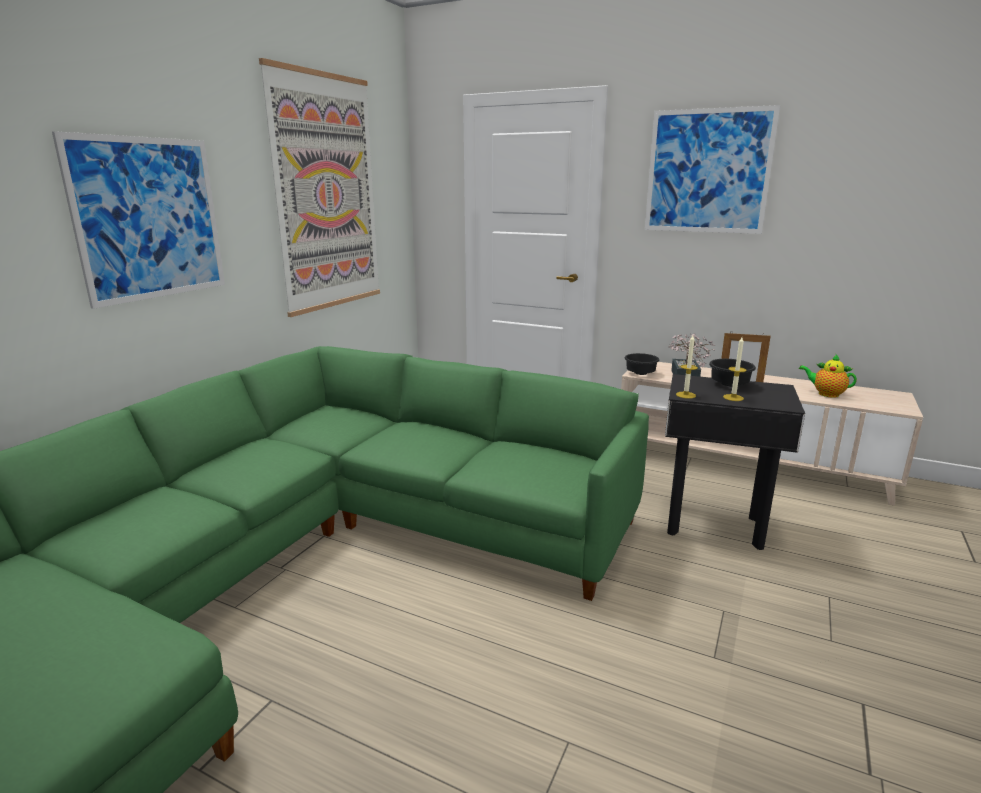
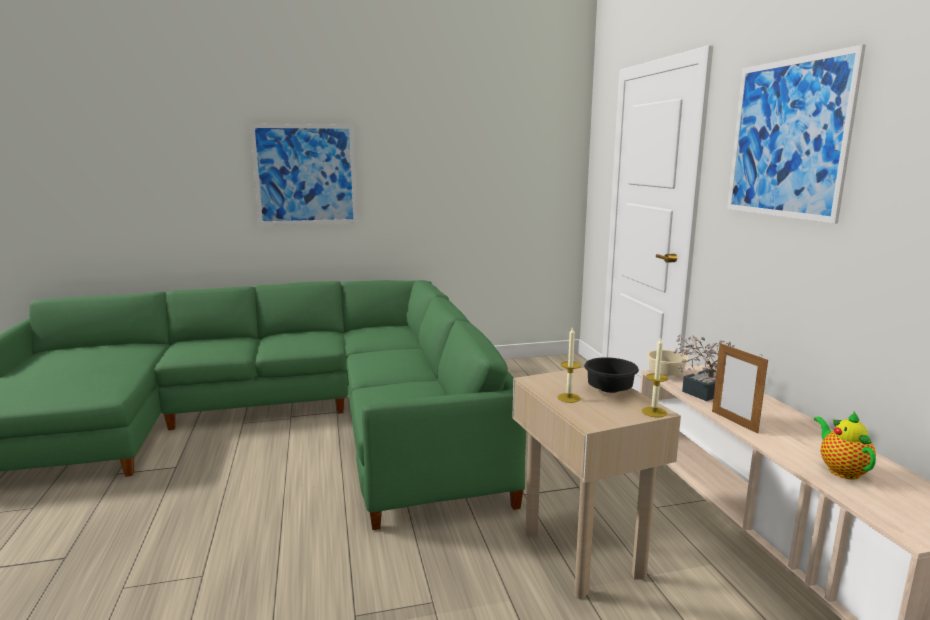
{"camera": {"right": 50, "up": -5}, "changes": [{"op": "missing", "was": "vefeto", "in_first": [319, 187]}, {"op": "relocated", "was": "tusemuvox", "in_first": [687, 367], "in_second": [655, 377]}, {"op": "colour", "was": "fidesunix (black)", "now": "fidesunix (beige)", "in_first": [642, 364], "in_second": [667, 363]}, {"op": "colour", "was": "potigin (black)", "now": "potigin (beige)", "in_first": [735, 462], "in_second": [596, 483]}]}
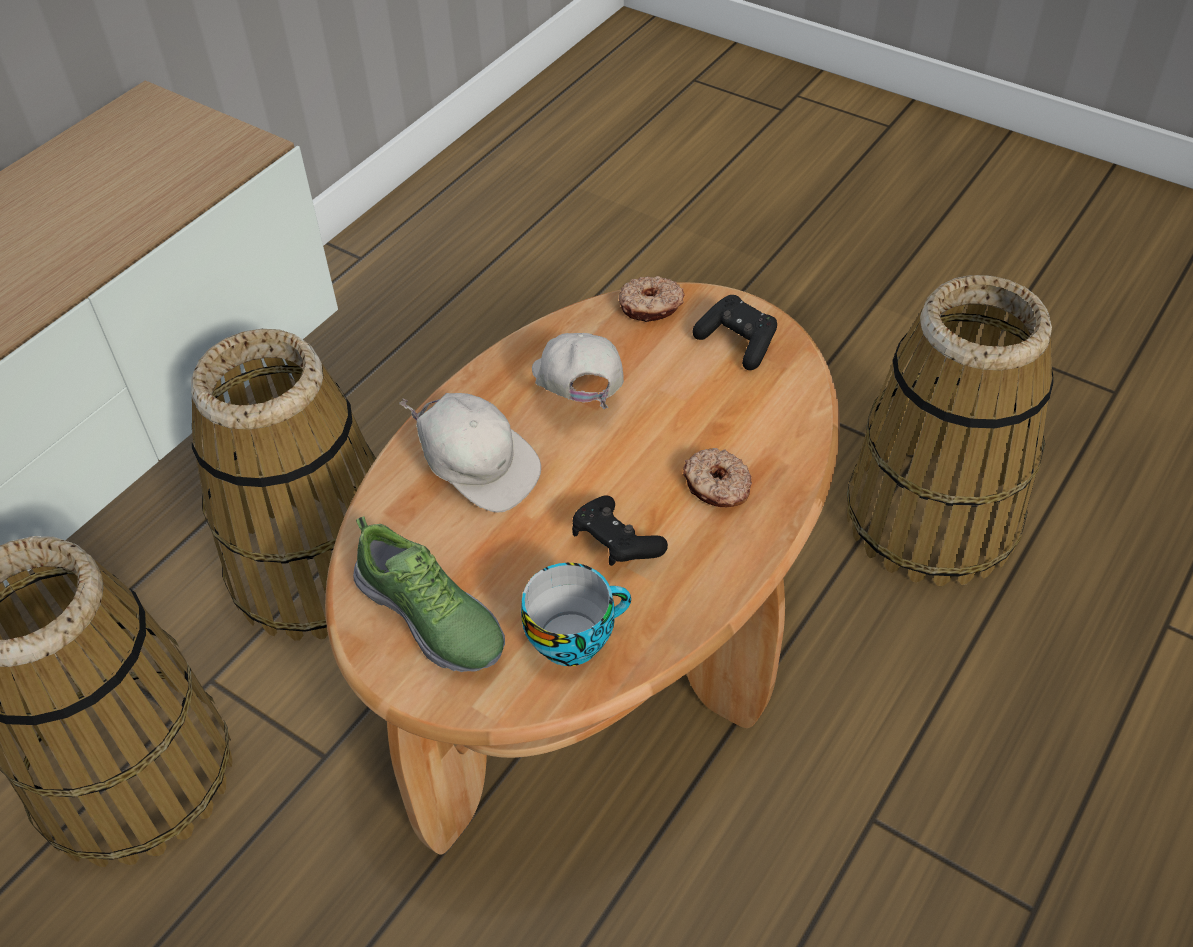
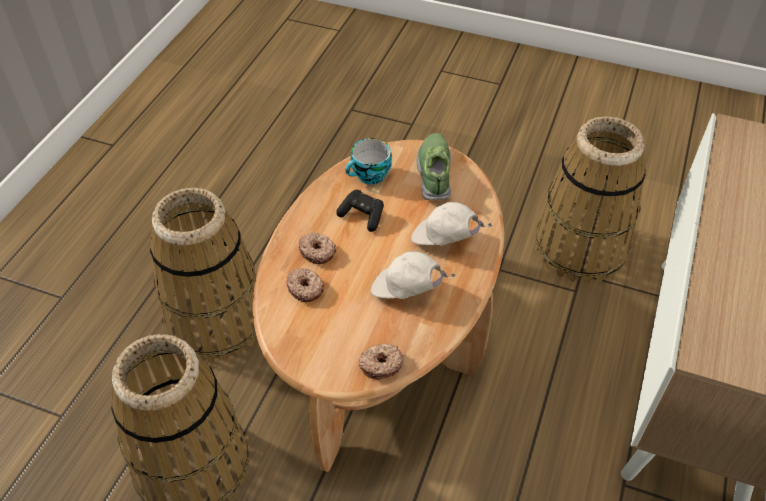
{"camera": {"right": 165, "up": 0}, "changes": [{"op": "missing", "was": "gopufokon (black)", "in_first": [734, 332]}, {"op": "appeared", "now": "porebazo", "in_second": [305, 285]}, {"op": "relocated", "was": "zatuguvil", "in_first": [283, 485], "in_second": [203, 275]}, {"op": "spun", "was": "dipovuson", "in_first": [429, 594], "in_second": [433, 166], "clockwise": 60}, {"op": "spun", "was": "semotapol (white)", "in_first": [578, 371], "in_second": [413, 275], "clockwise": 135}]}
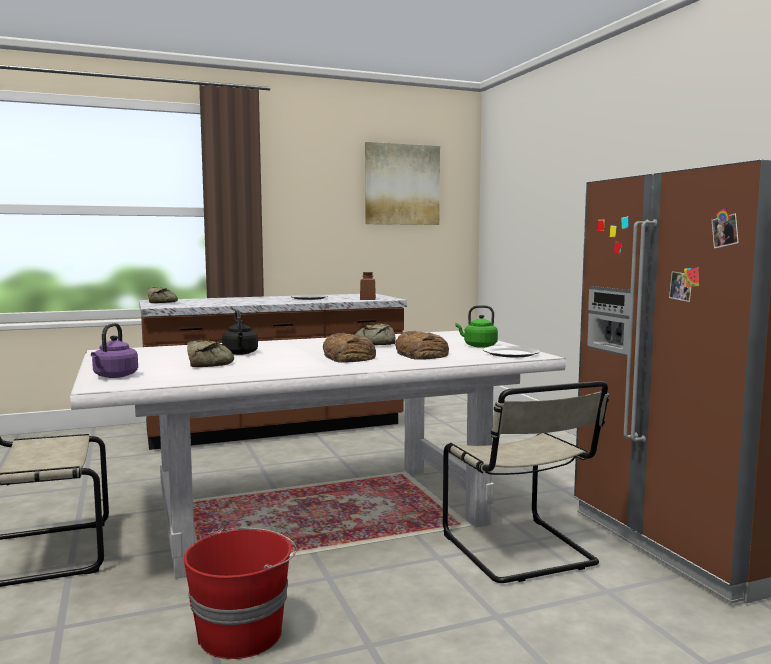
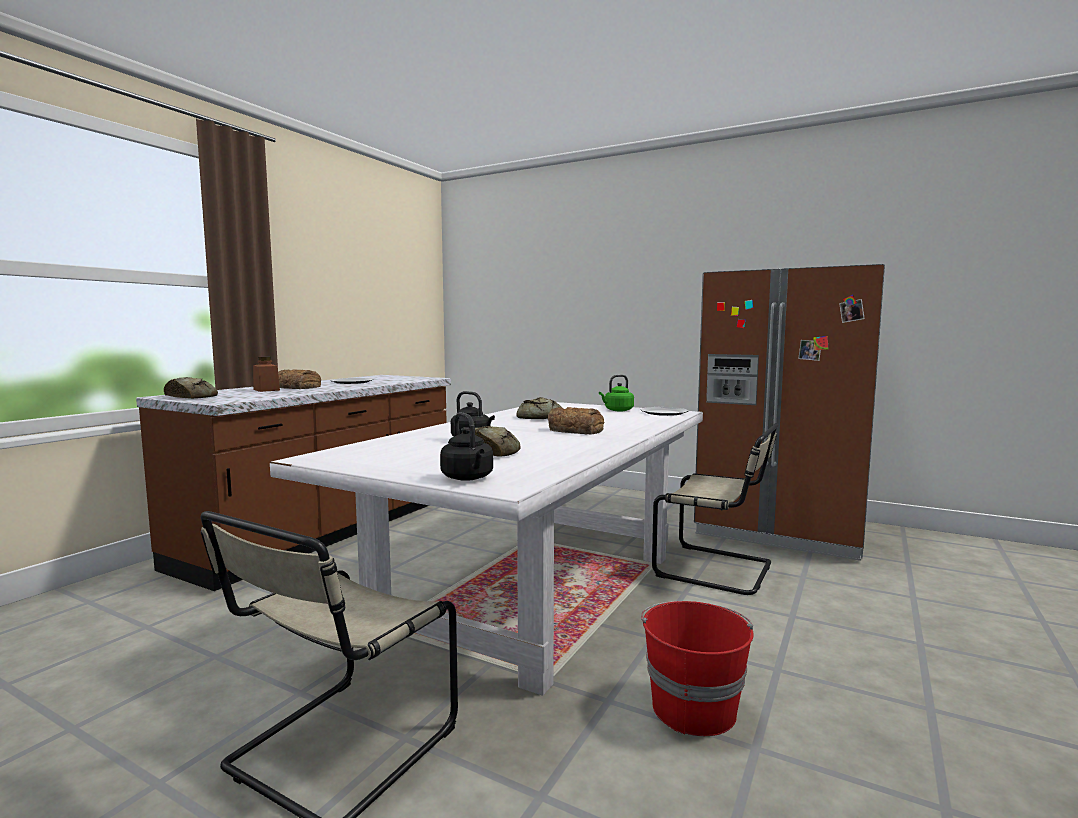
{"camera": {"right": -40, "up": 0}, "changes": [{"op": "missing", "was": "vefeto", "in_first": [402, 183]}, {"op": "relocated", "was": "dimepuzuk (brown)", "in_first": [368, 286], "in_second": [266, 374]}, {"op": "relocated", "was": "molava", "in_first": [422, 345], "in_second": [299, 379]}, {"op": "colour", "was": "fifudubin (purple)", "now": "fifudubin (black)", "in_first": [114, 350], "in_second": [466, 446]}]}
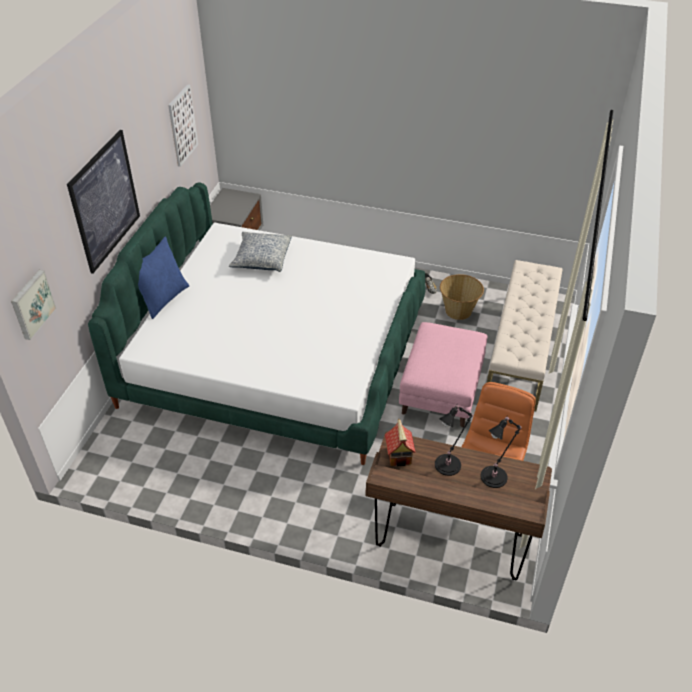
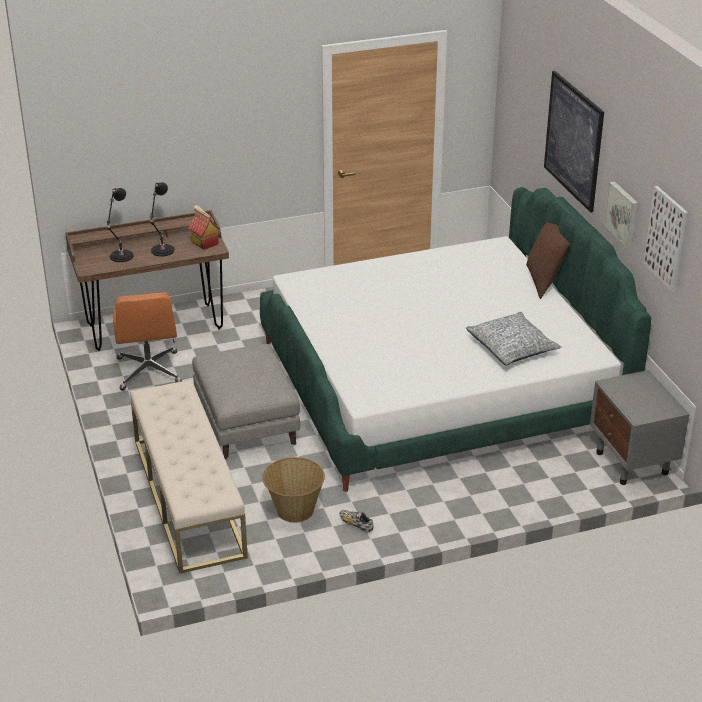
{"camera": {"right": 145, "up": -10}, "changes": [{"op": "relocated", "was": "vefeto", "in_first": [34, 305], "in_second": [621, 214]}, {"op": "colour", "was": "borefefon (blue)", "now": "borefefon (brown)", "in_first": [163, 278], "in_second": [548, 260]}, {"op": "colour", "was": "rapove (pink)", "now": "rapove (grey)", "in_first": [443, 374], "in_second": [246, 401]}]}
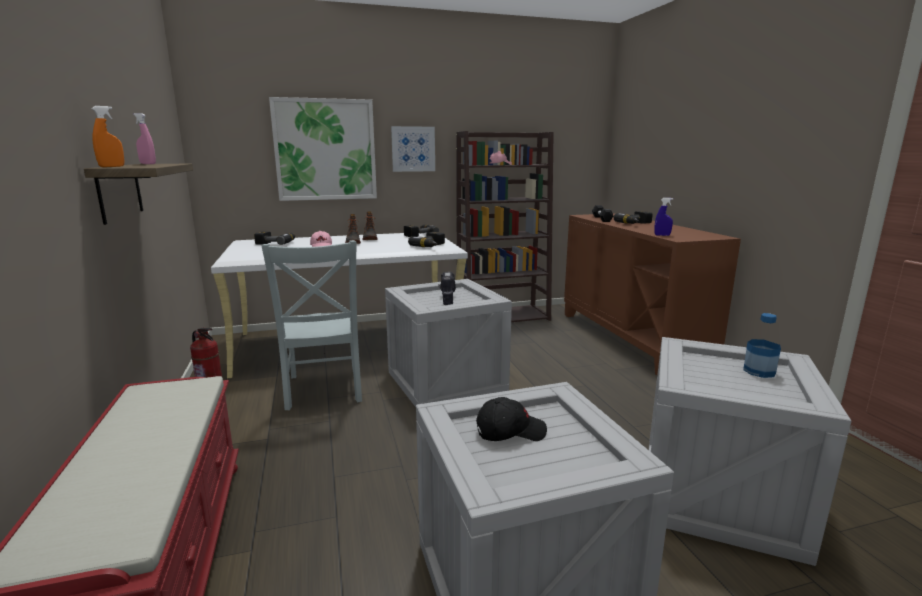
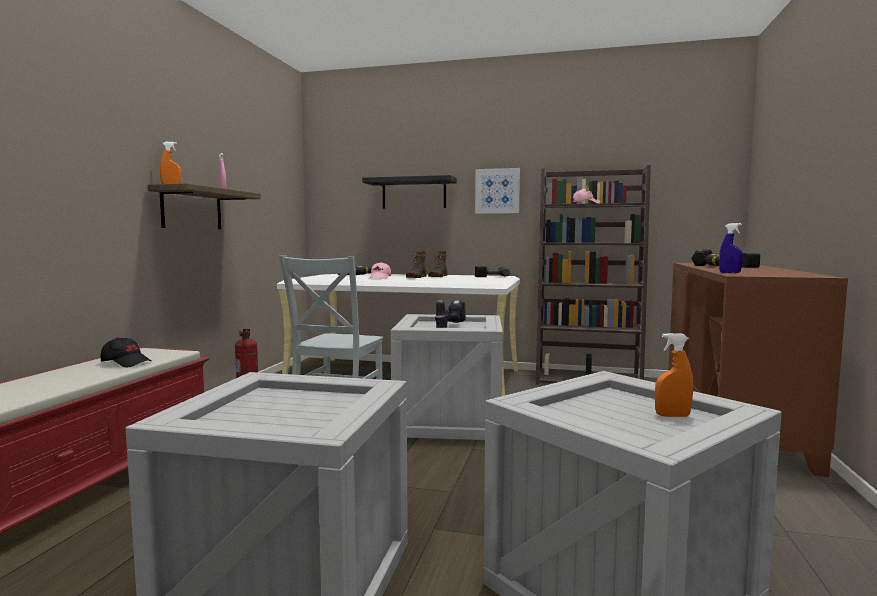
{"camera": {"right": 30, "up": -10}, "changes": [{"op": "missing", "was": "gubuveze", "in_first": [426, 239]}, {"op": "relocated", "was": "semotapol (black)", "in_first": [511, 419], "in_second": [126, 352]}, {"op": "exchanged", "was": "vefeto", "now": "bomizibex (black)", "in_first": [323, 149], "in_second": [409, 192]}, {"op": "exchanged", "was": "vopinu", "now": "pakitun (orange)", "in_first": [762, 345], "in_second": [674, 375]}]}
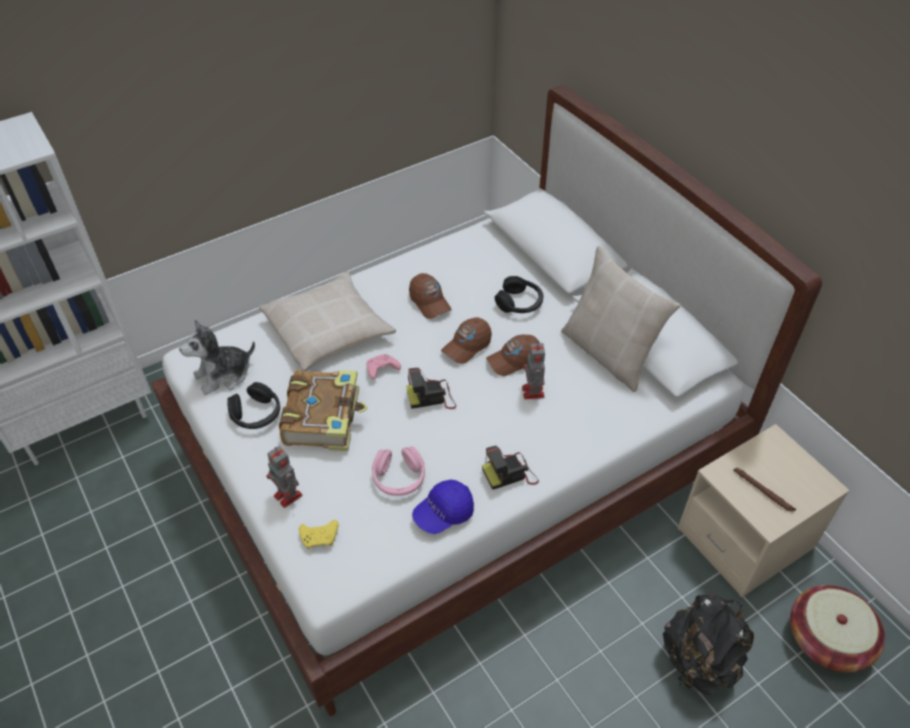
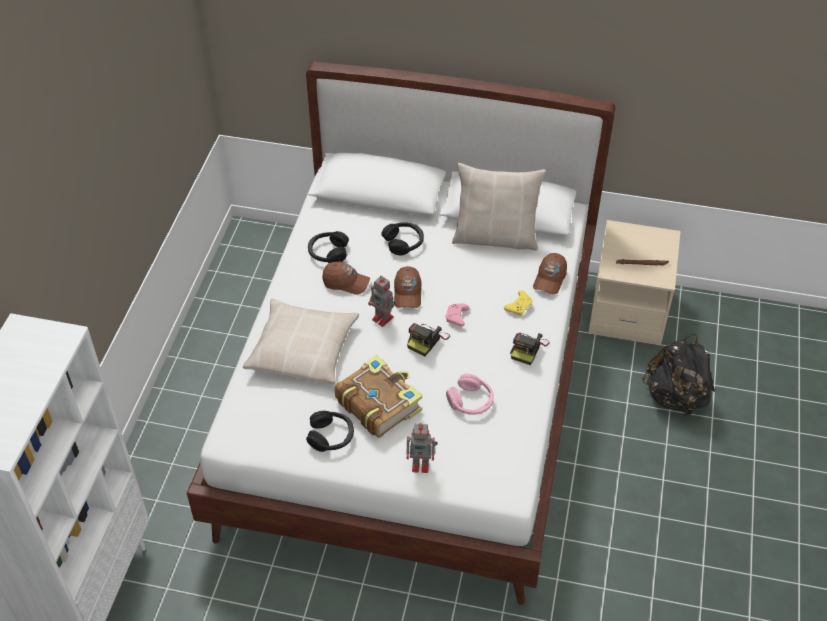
{"camera": {"right": -45, "up": 0}, "changes": [{"op": "missing", "was": "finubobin", "in_first": [217, 357]}, {"op": "missing", "was": "semotapol (blue)", "in_first": [443, 507]}, {"op": "missing", "was": "zatuguvil", "in_first": [837, 628]}, {"op": "appeared", "now": "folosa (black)", "in_second": [328, 247]}, {"op": "relocated", "was": "gopufokon (yellow)", "in_first": [318, 534], "in_second": [518, 303]}, {"op": "relocated", "was": "gopufokon (pink)", "in_first": [384, 367], "in_second": [457, 315]}, {"op": "relocated", "was": "semotapol (brown)", "in_first": [513, 355], "in_second": [550, 274]}, {"op": "relocated", "was": "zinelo", "in_first": [533, 370], "in_second": [382, 301]}]}
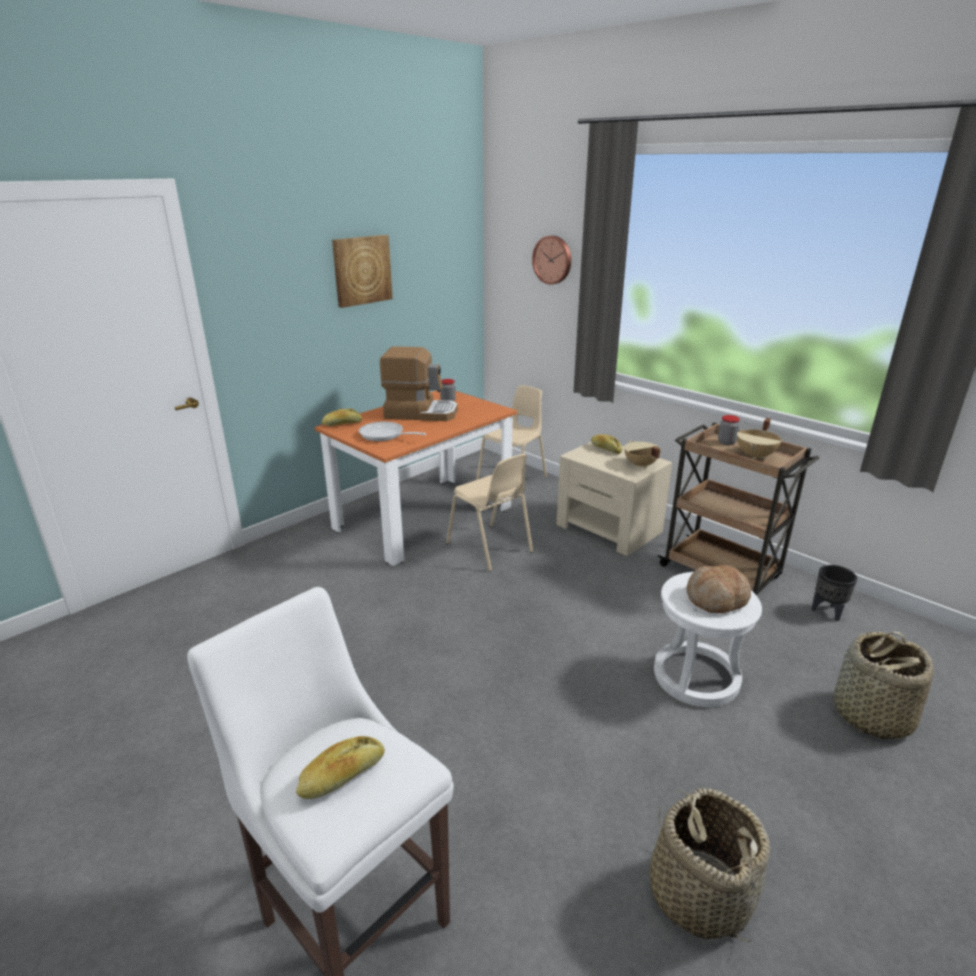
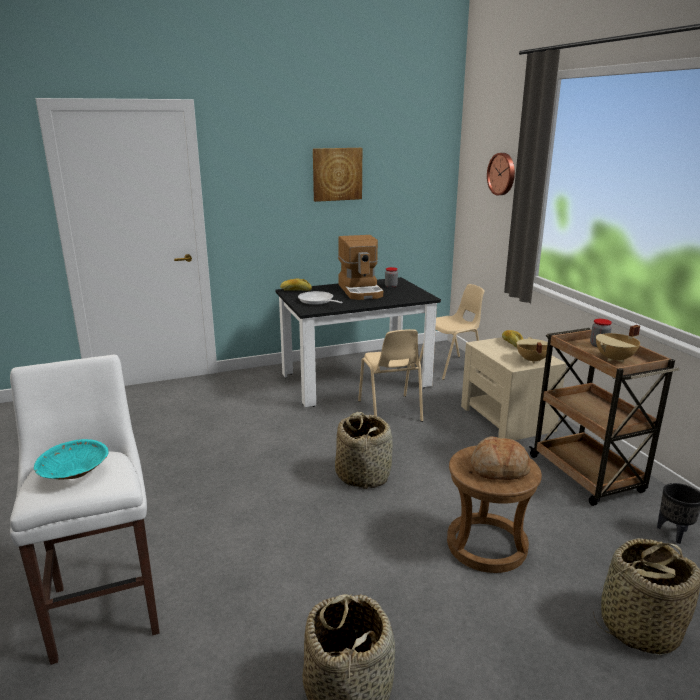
{"camera": {"right": 25, "up": -5}, "changes": [{"op": "appeared", "now": "zatuguvil", "in_second": [364, 450]}, {"op": "exchanged", "was": "molava", "now": "fidesunix (turquoise)", "in_first": [340, 767], "in_second": [71, 459]}, {"op": "colour", "was": "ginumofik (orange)", "now": "ginumofik (black)", "in_first": [416, 478], "in_second": [358, 342]}, {"op": "colour", "was": "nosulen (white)", "now": "nosulen (brown)", "in_first": [708, 639], "in_second": [494, 509]}, {"op": "spun", "was": "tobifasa", "in_first": [419, 383], "in_second": [360, 267], "clockwise": 45}]}
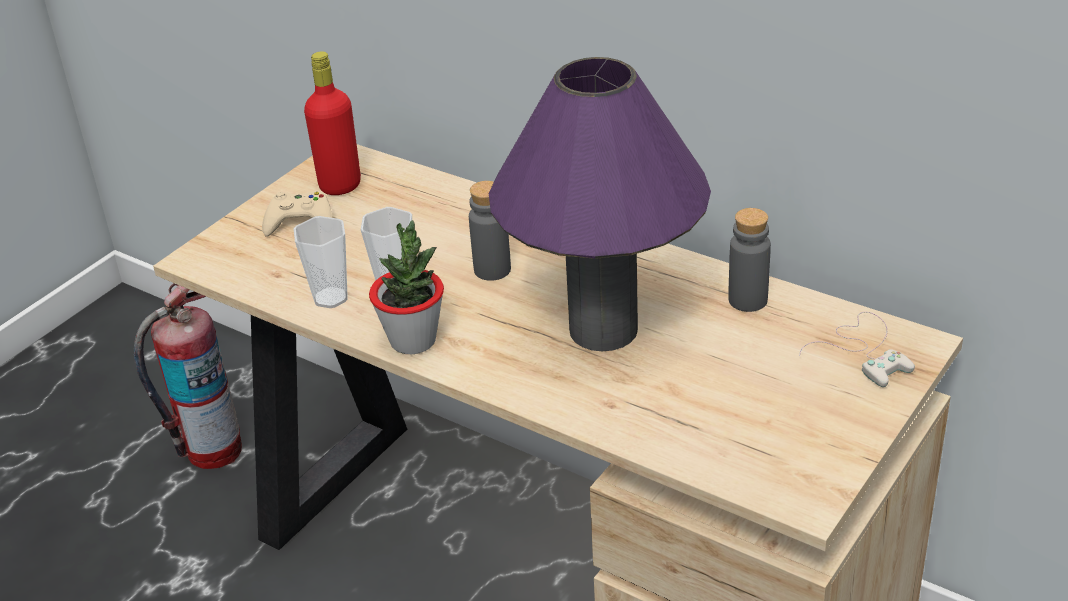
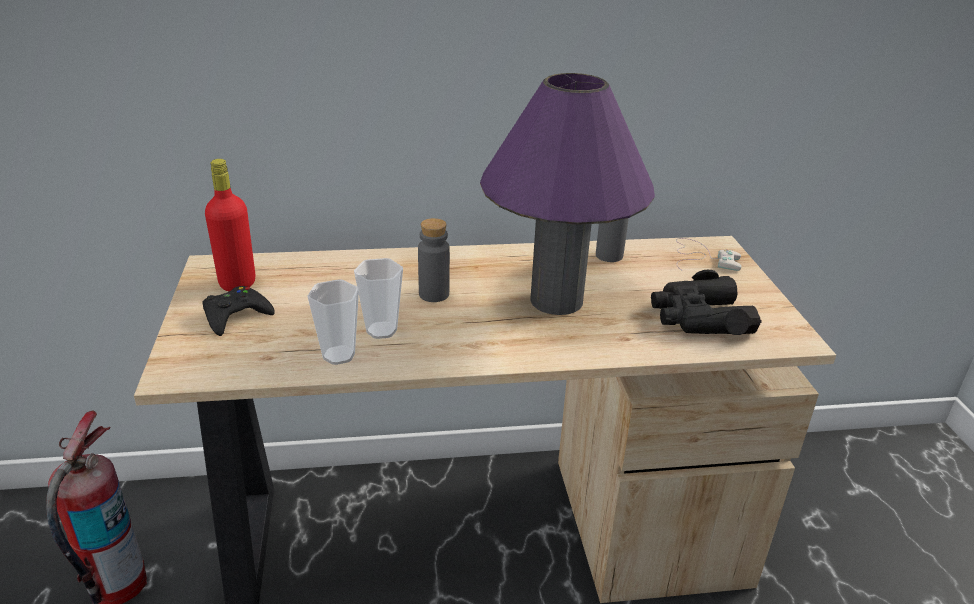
{"camera": {"right": -45, "up": -5}, "changes": [{"op": "missing", "was": "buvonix", "in_first": [406, 287]}, {"op": "appeared", "now": "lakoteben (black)", "in_second": [706, 302]}, {"op": "colour", "was": "gopufokon (beige)", "now": "gopufokon (black)", "in_first": [297, 214], "in_second": [238, 311]}]}
